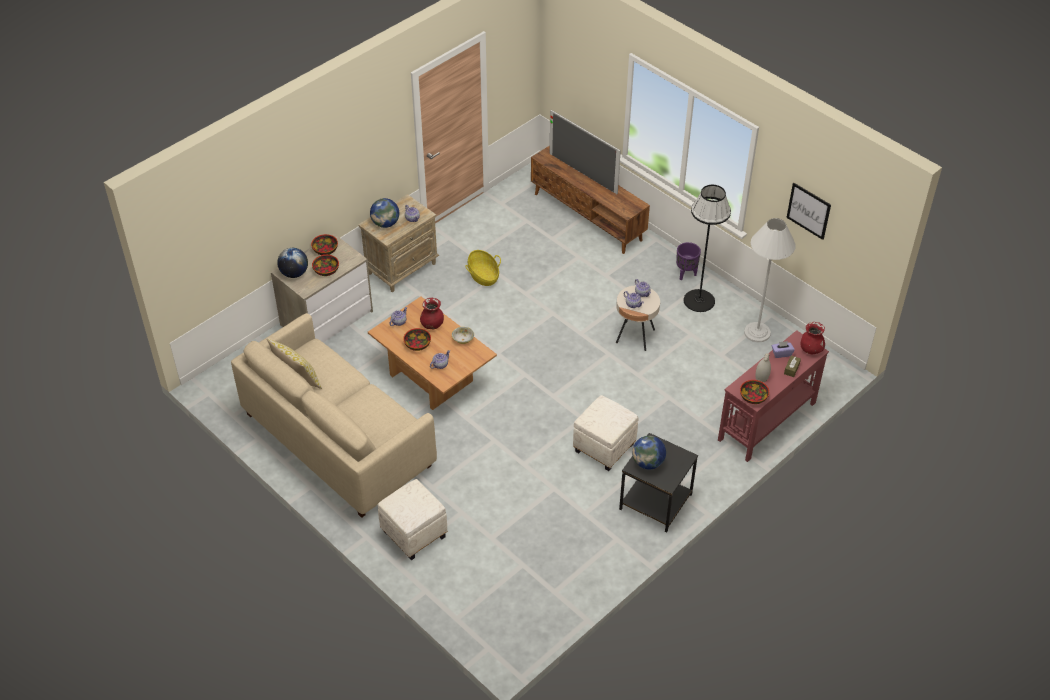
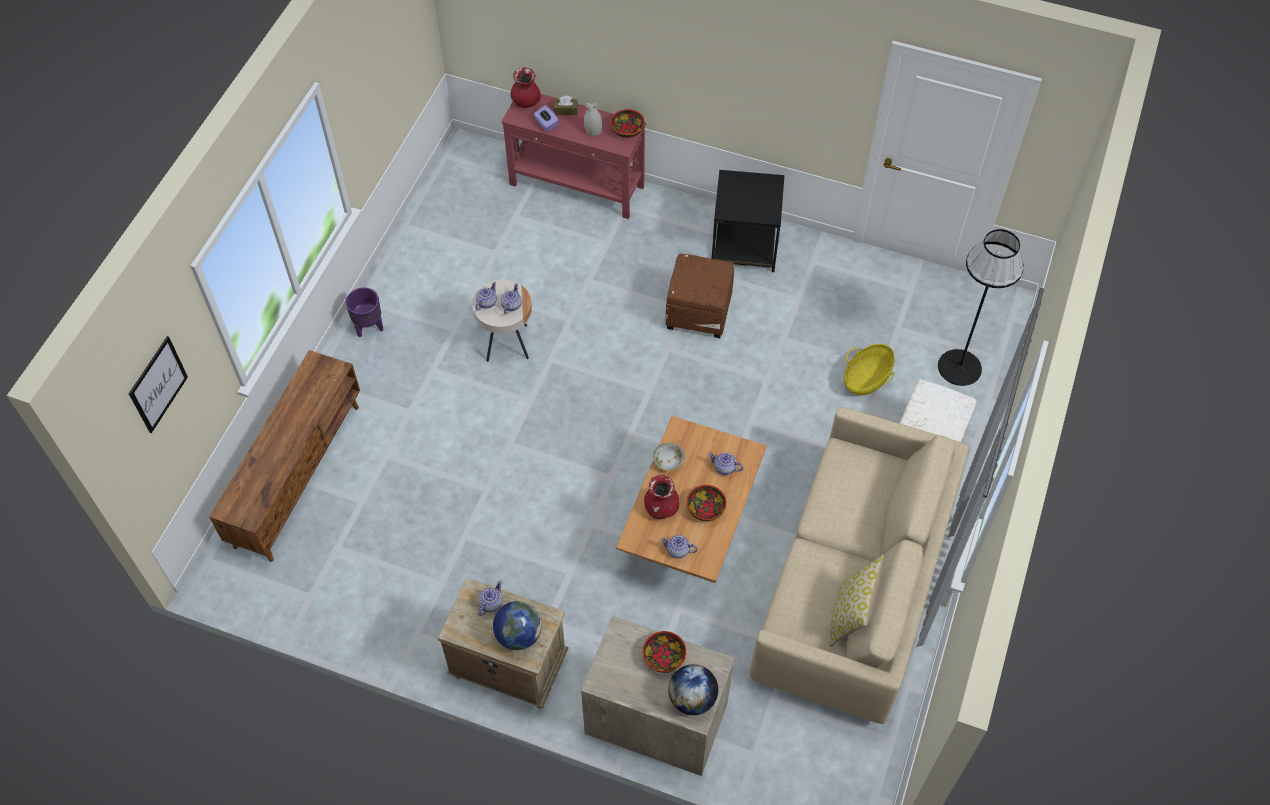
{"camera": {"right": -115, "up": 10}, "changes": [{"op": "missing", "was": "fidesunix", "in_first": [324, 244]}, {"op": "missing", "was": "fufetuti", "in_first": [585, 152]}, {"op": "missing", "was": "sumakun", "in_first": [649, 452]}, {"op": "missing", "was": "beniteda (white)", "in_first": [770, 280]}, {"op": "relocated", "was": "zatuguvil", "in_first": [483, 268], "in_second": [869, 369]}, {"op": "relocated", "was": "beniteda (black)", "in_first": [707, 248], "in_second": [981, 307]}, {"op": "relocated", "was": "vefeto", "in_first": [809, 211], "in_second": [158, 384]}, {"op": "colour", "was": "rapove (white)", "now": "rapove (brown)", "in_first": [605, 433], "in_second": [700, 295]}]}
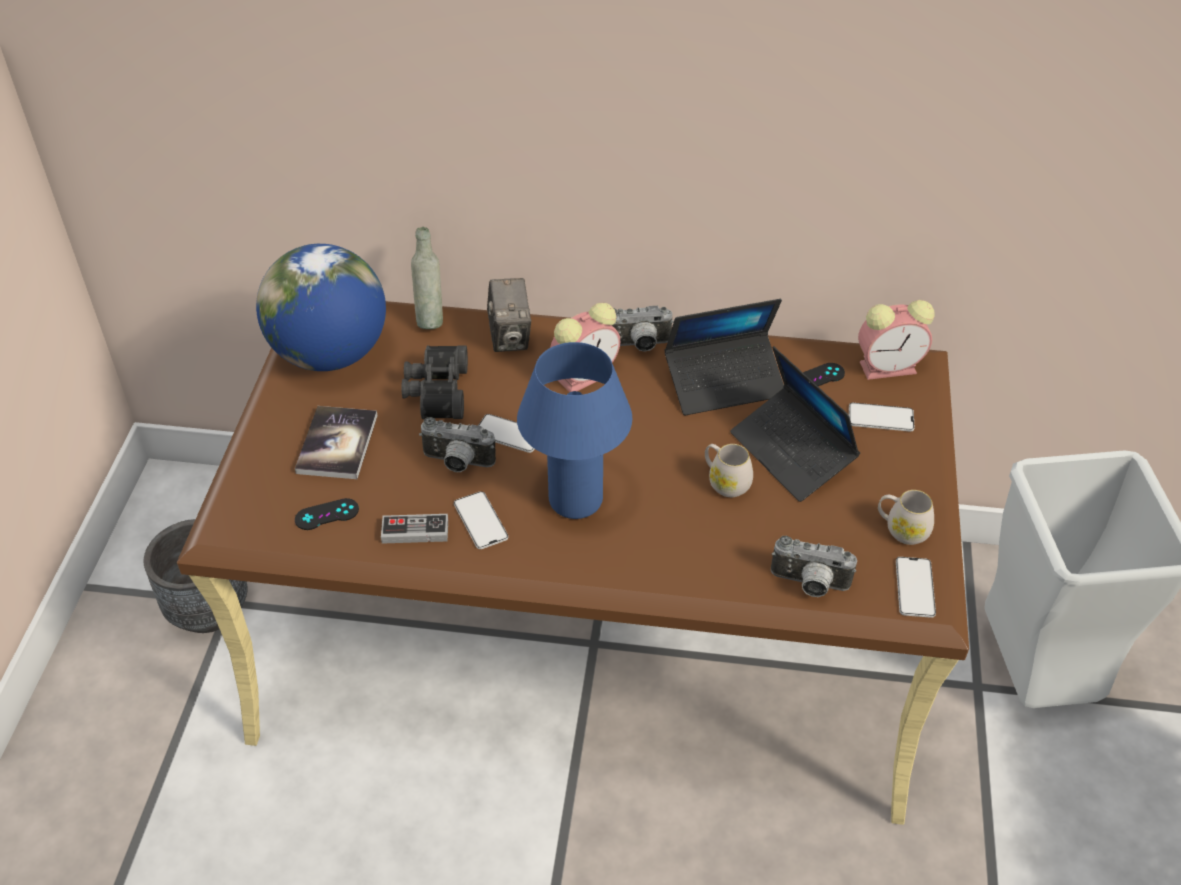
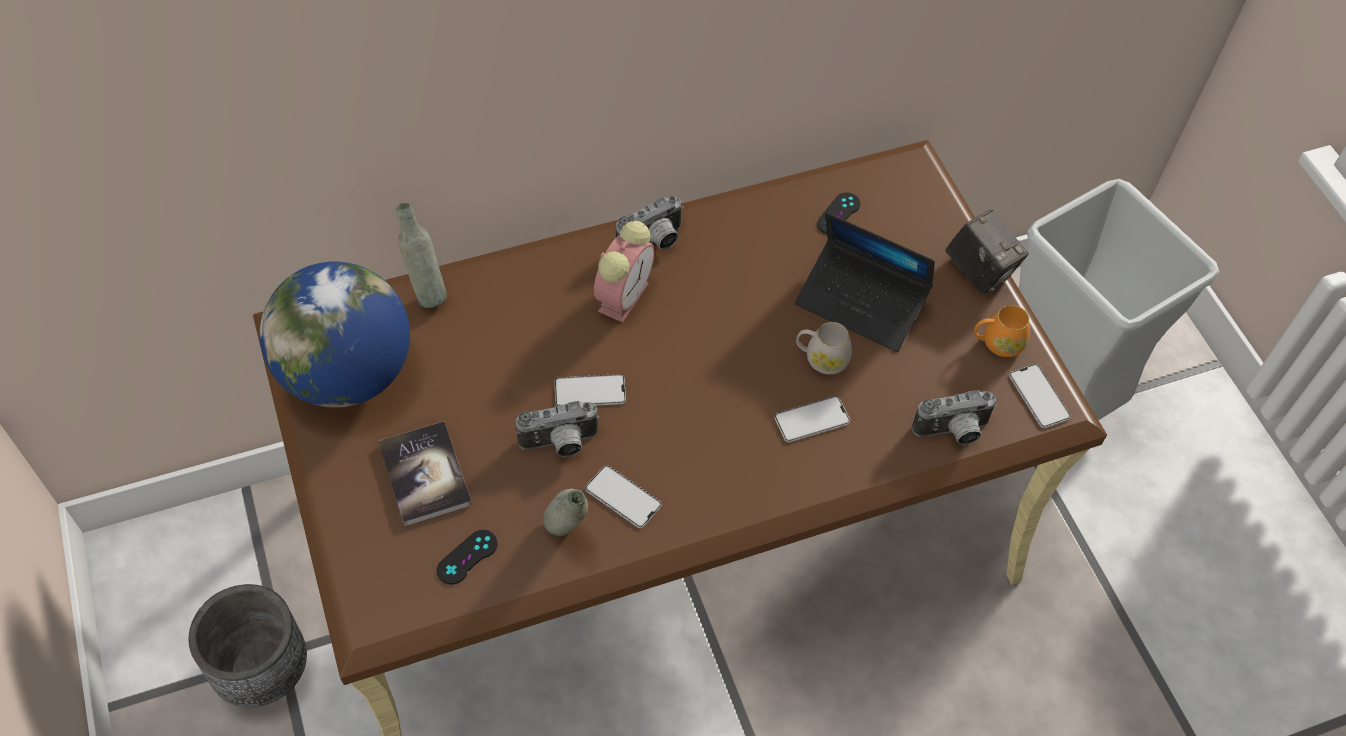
{"camera": {"right": -30, "up": 10}, "changes": [{"op": "missing", "was": "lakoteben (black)", "in_first": [434, 382]}, {"op": "missing", "was": "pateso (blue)", "in_first": [574, 430]}, {"op": "missing", "was": "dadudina", "in_first": [724, 357]}, {"op": "missing", "was": "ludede", "in_first": [896, 340]}, {"op": "relocated", "was": "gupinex", "in_first": [509, 315], "in_second": [987, 252]}, {"op": "relocated", "was": "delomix", "in_first": [881, 417], "in_second": [812, 419]}, {"op": "exchanged", "was": "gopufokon", "now": "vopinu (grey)", "in_first": [414, 529], "in_second": [565, 512]}, {"op": "colour", "was": "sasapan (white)", "now": "sasapan (orange)", "in_first": [906, 517], "in_second": [1002, 331]}]}
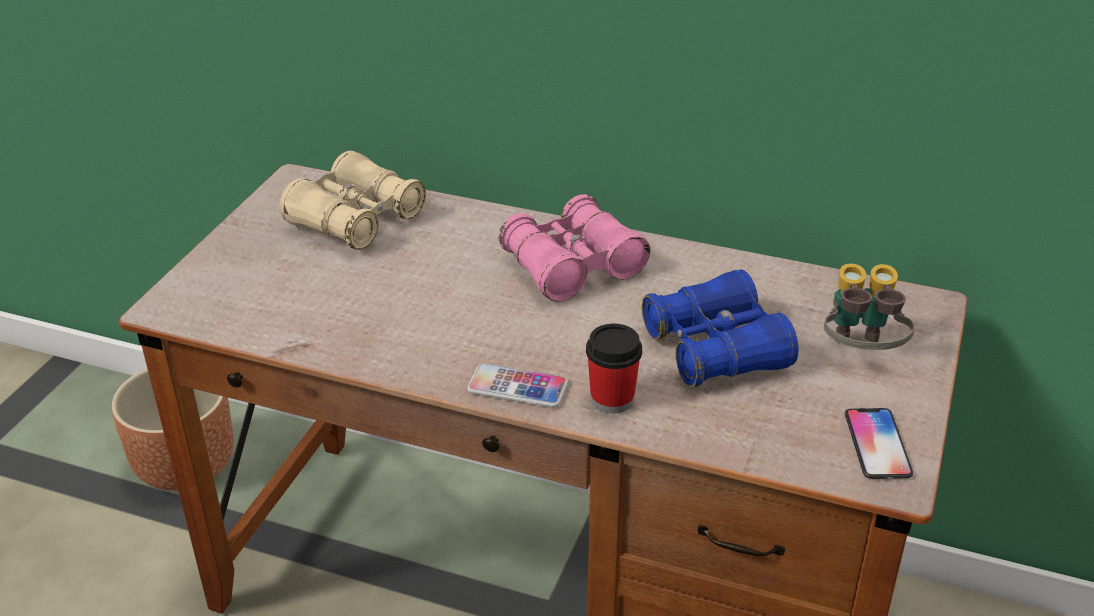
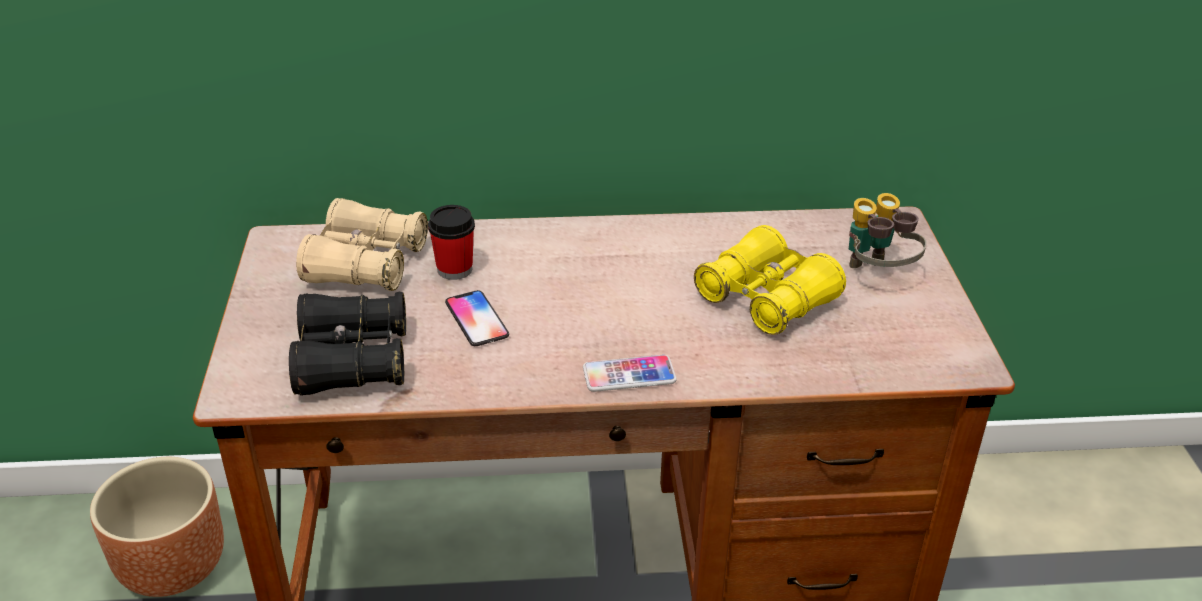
{"camera": {"right": -25, "up": 0}, "changes": [{"op": "missing", "was": "lakoteben (pink)", "in_first": [574, 248]}, {"op": "appeared", "now": "lakoteben (black)", "in_second": [347, 344]}, {"op": "relocated", "was": "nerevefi", "in_first": [614, 368], "in_second": [451, 242]}, {"op": "relocated", "was": "delomix", "in_first": [879, 443], "in_second": [477, 318]}, {"op": "colour", "was": "lakoteben (blue)", "now": "lakoteben (yellow)", "in_first": [720, 328], "in_second": [770, 280]}]}
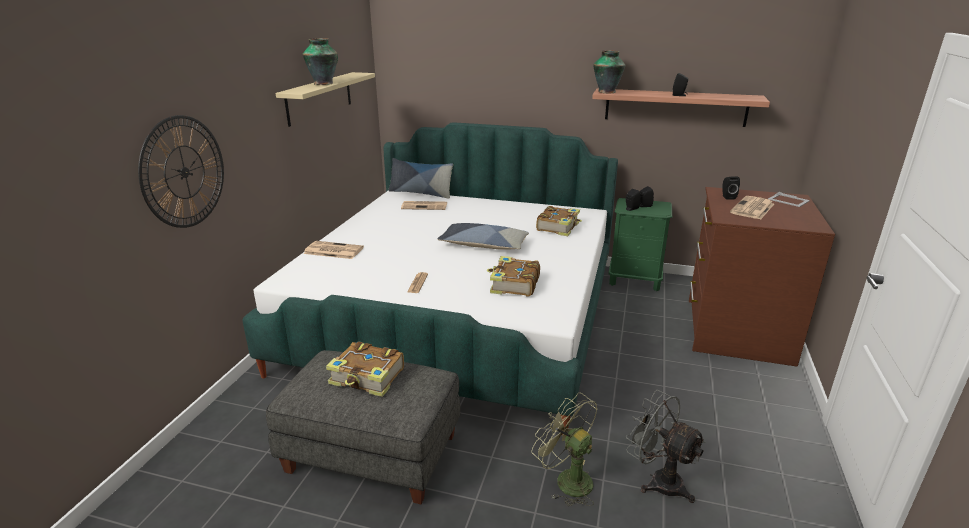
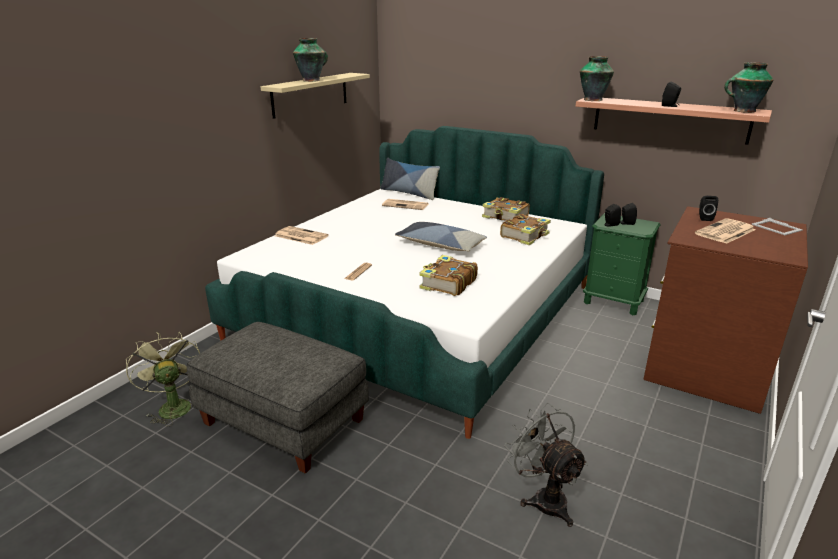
{"camera": {"right": 15, "up": 0}, "changes": [{"op": "missing", "was": "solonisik", "in_first": [181, 171]}, {"op": "appeared", "now": "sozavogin", "in_second": [748, 87]}, {"op": "relocated", "was": "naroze", "in_first": [365, 369], "in_second": [506, 209]}, {"op": "relocated", "was": "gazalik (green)", "in_first": [564, 449], "in_second": [163, 379]}]}
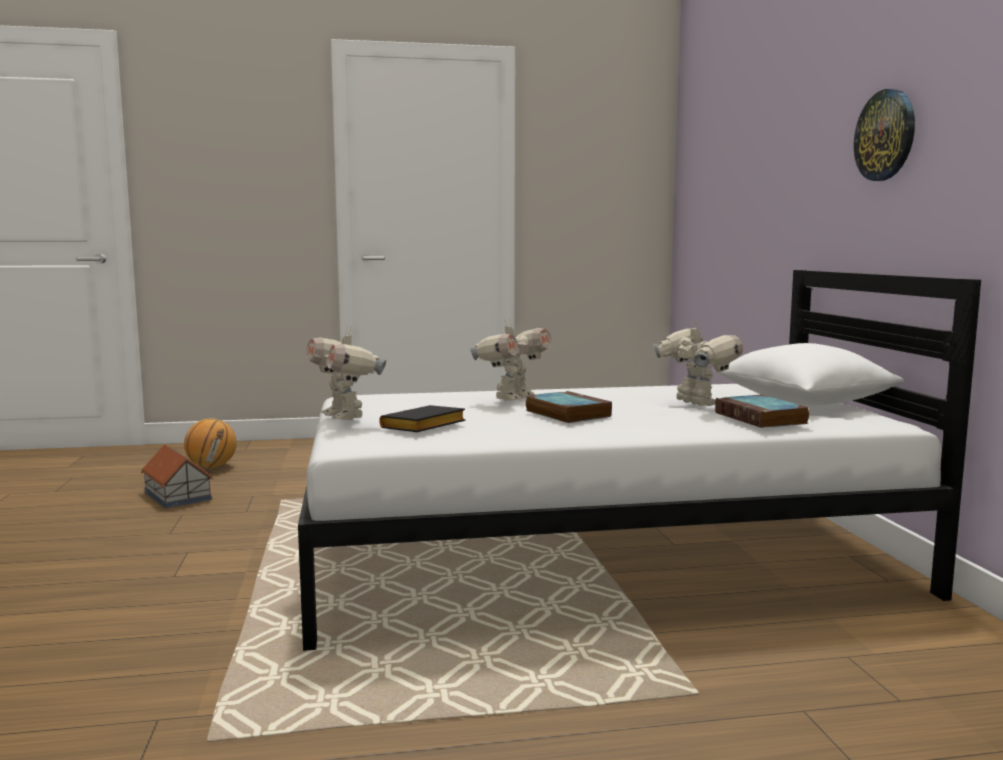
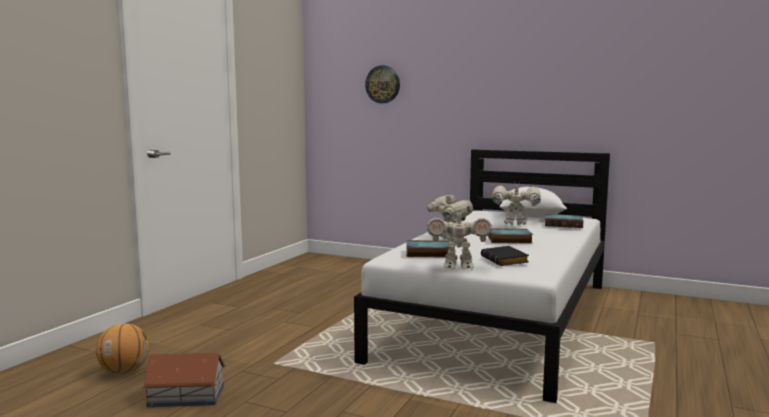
{"camera": {"right": -55, "up": 0}, "changes": [{"op": "appeared", "now": "naroze", "in_second": [428, 248]}, {"op": "relocated", "was": "solonisik", "in_first": [884, 135], "in_second": [382, 84]}]}
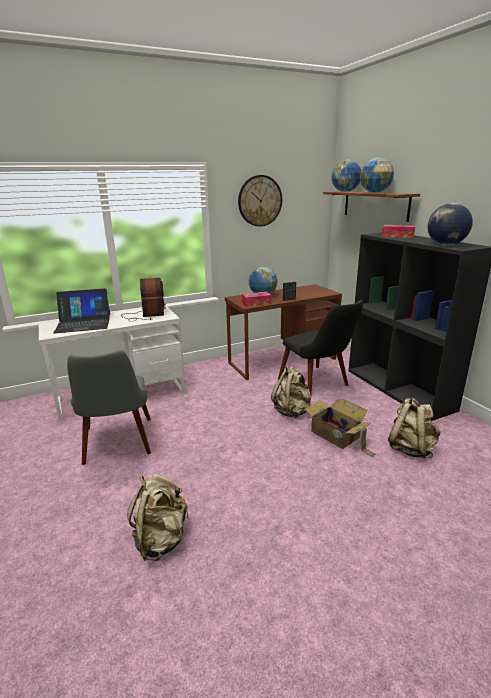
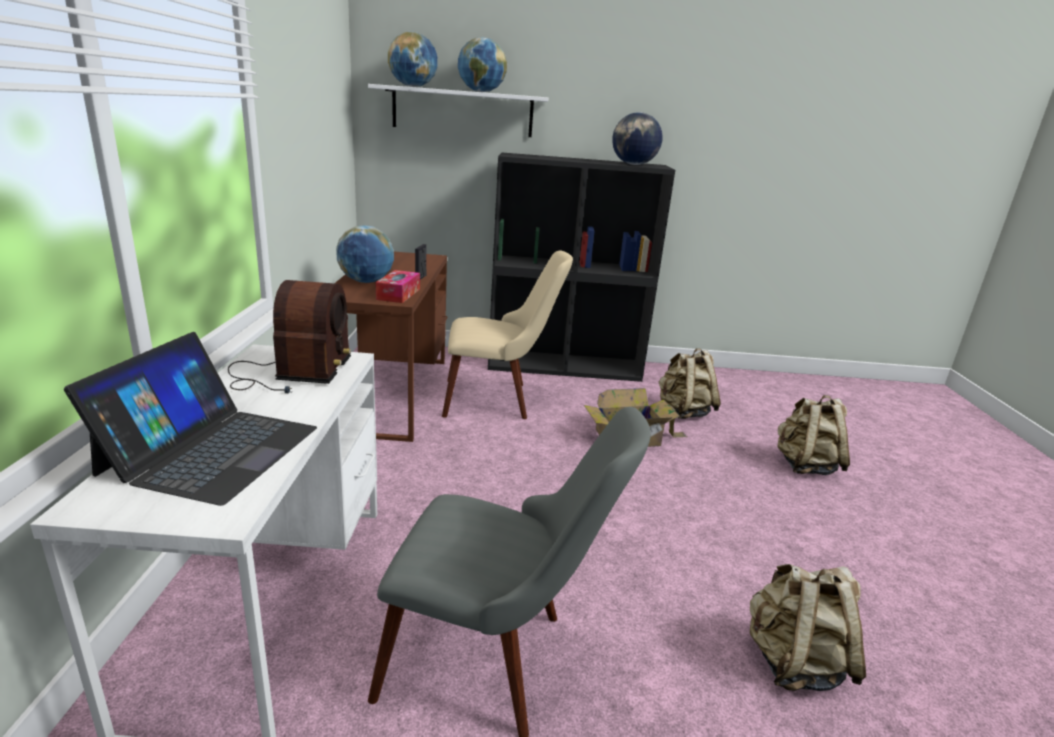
{"camera": {"right": -65, "up": 0}, "changes": [{"op": "missing", "was": "solonisik", "in_first": [260, 200]}, {"op": "missing", "was": "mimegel", "in_first": [399, 231]}, {"op": "relocated", "was": "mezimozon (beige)", "in_first": [291, 391], "in_second": [814, 435]}, {"op": "colour", "was": "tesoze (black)", "now": "tesoze (beige)", "in_first": [321, 347], "in_second": [507, 335]}, {"op": "colour", "was": "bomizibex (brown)", "now": "bomizibex (white)", "in_first": [371, 206], "in_second": [458, 110]}, {"op": "spun", "was": "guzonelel", "in_first": [143, 299], "in_second": [289, 336], "clockwise": 75}]}
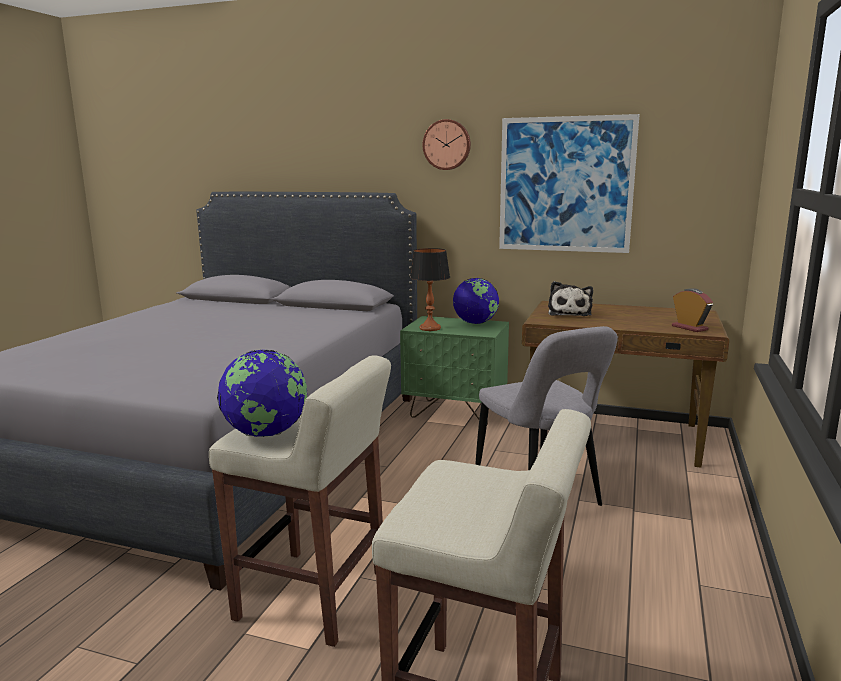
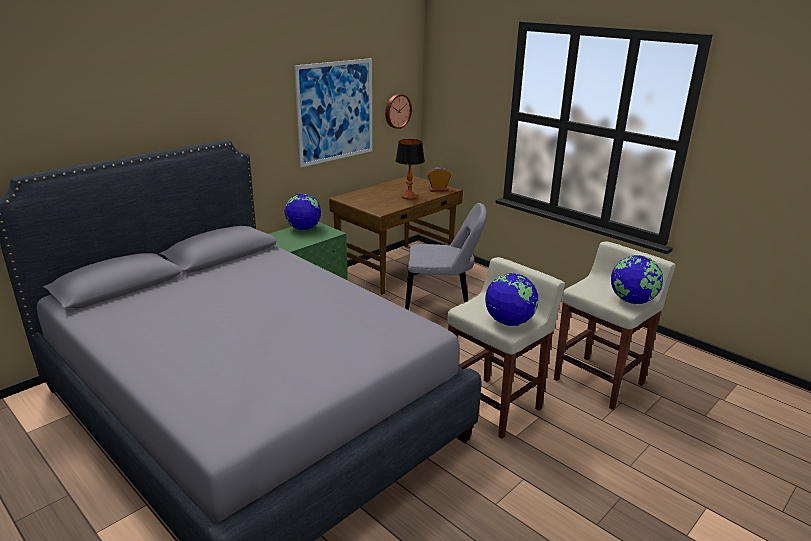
{"camera": {"right": -65, "up": 10}, "changes": [{"op": "missing", "was": "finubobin", "in_first": [570, 298]}, {"op": "appeared", "now": "sumakun", "in_second": [637, 279]}, {"op": "relocated", "was": "pateso", "in_first": [430, 289], "in_second": [410, 169]}, {"op": "relocated", "was": "solonisik", "in_first": [447, 144], "in_second": [398, 111]}]}
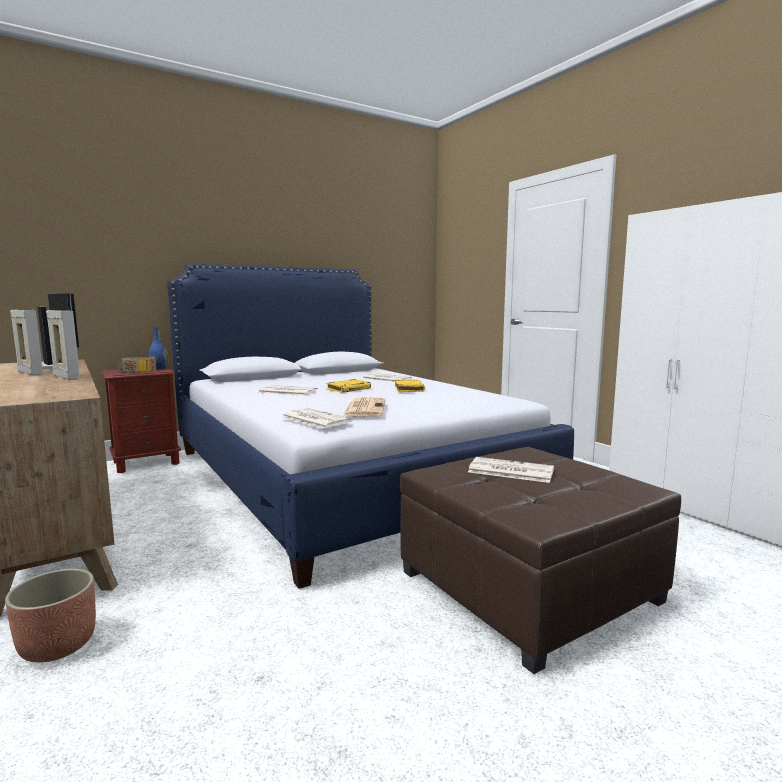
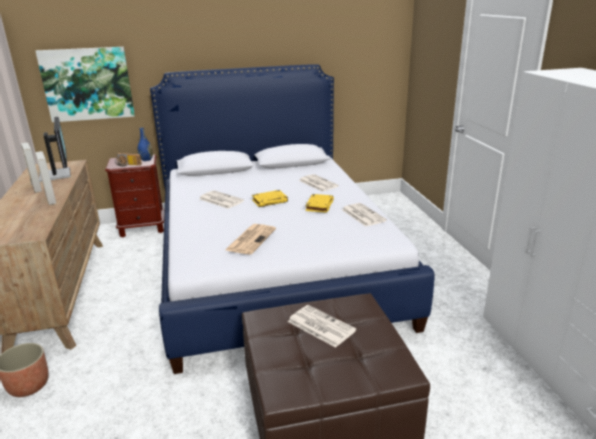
{"camera": {"right": 20, "up": 15}, "changes": [{"op": "appeared", "now": "vefeto", "in_second": [85, 84]}, {"op": "relocated", "was": "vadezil", "in_first": [317, 418], "in_second": [364, 215]}]}
